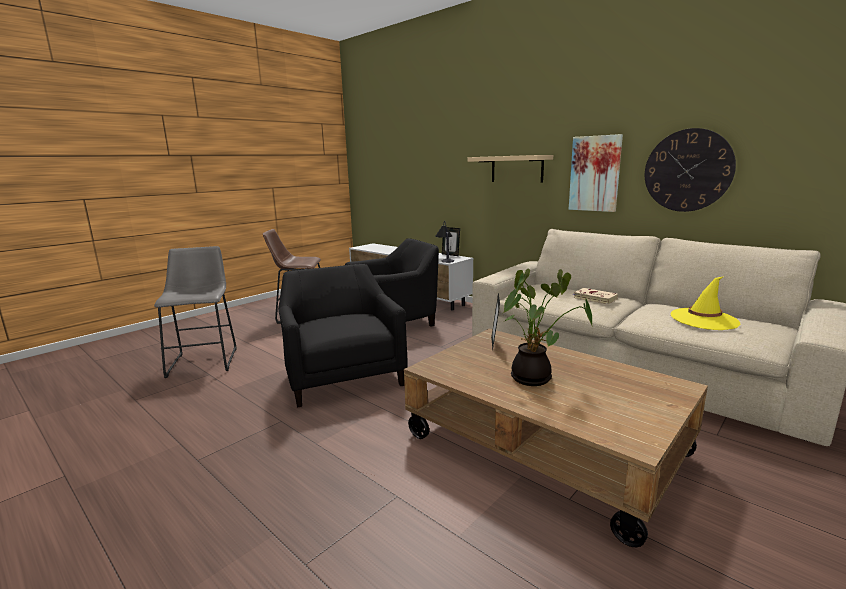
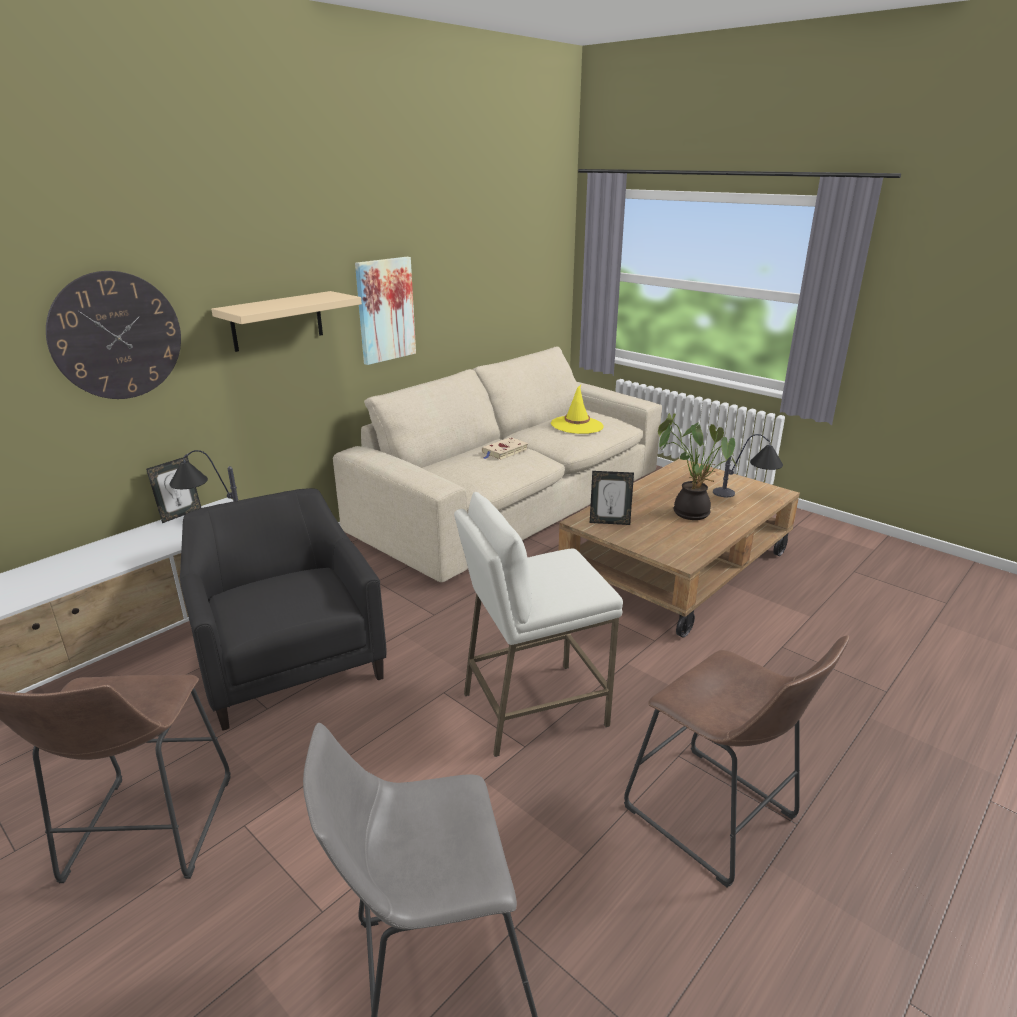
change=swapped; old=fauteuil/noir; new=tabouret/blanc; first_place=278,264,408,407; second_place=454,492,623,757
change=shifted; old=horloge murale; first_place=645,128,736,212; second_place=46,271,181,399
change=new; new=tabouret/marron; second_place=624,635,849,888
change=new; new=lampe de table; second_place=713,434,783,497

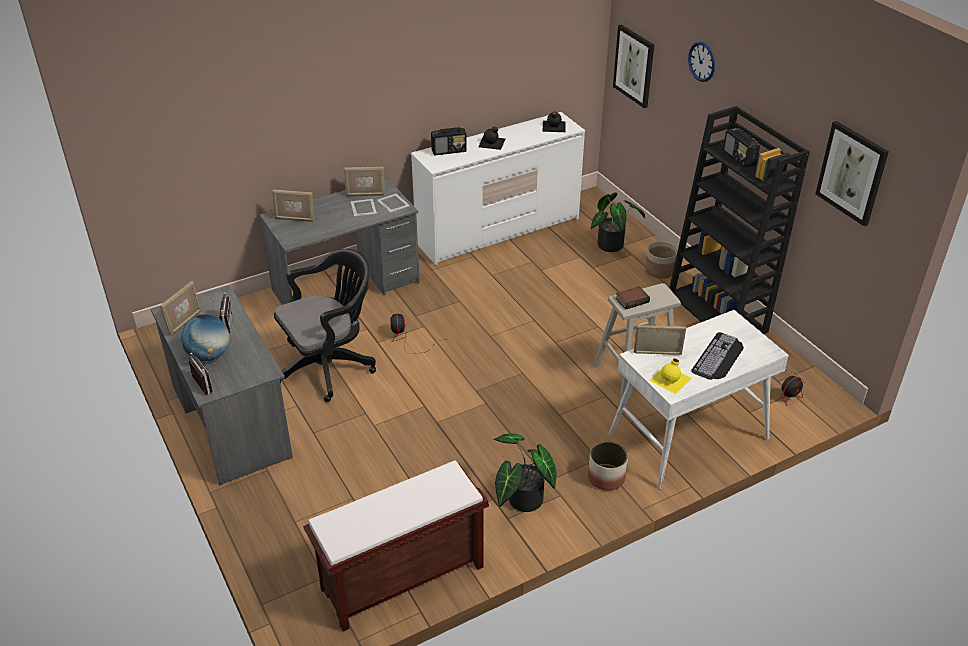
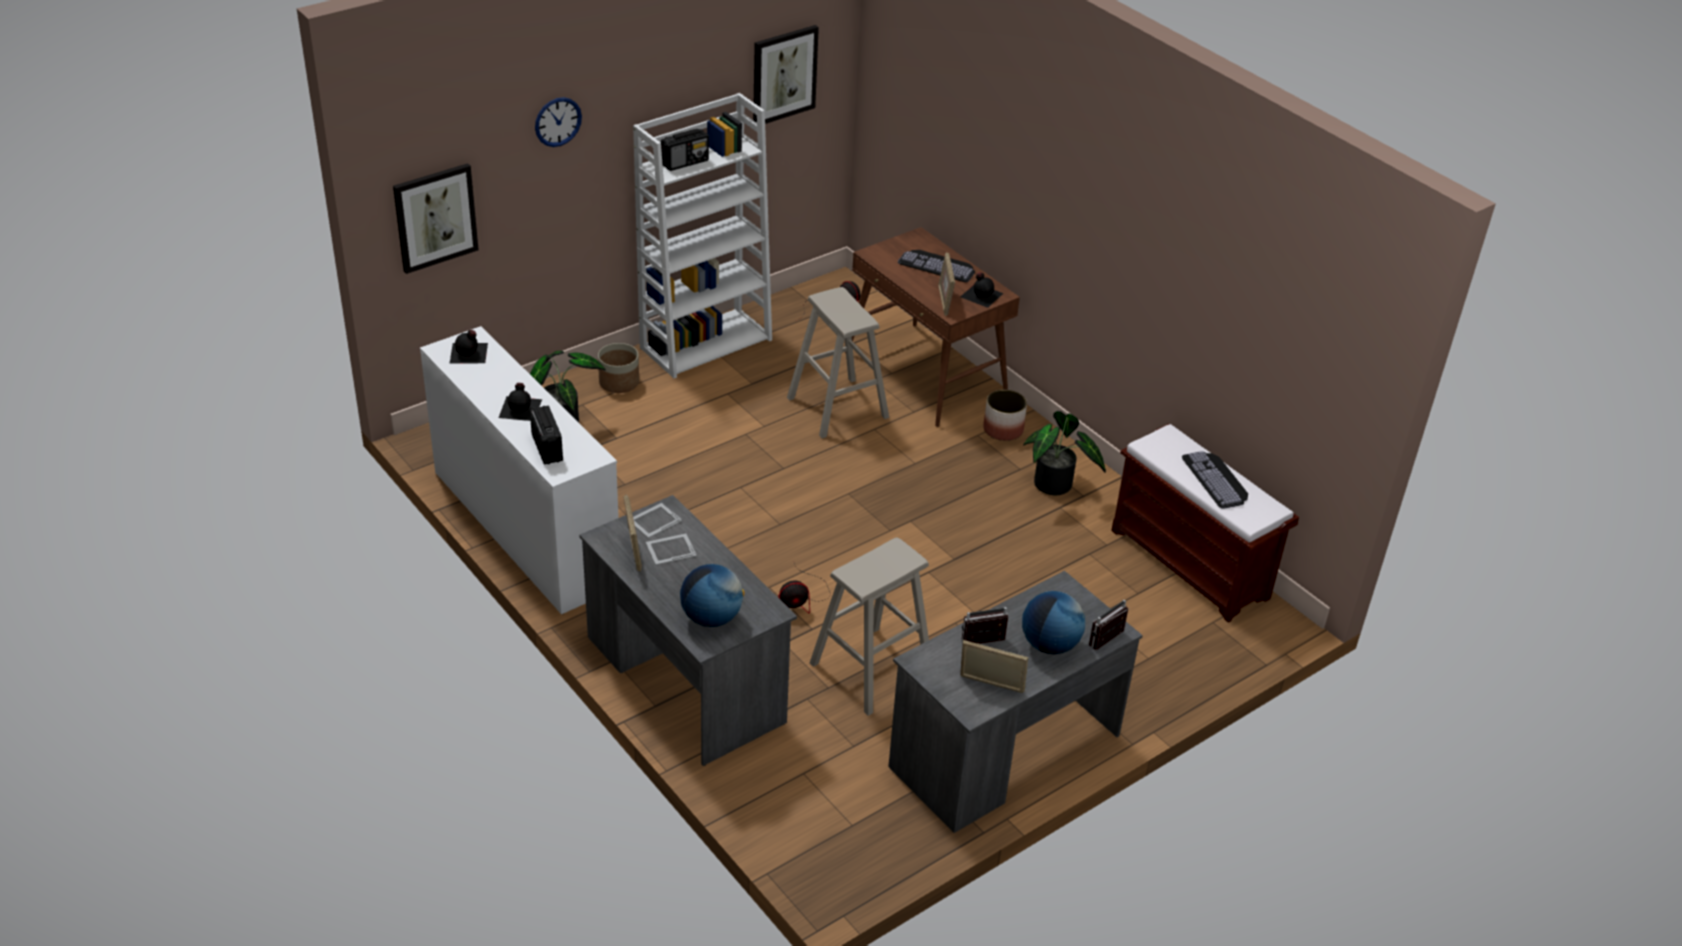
change=swapped; old=cadre photo; new=globe; first_place=272,189,315,222; second_place=680,564,745,627
change=swapped; old=chaise de bureau/noir; new=tabouret/beige; first_place=274,249,376,402; second_place=810,538,929,716
change=repainted; old=bureau/blanc; new=bureau/marron; first_place=609,310,789,489; second_place=845,227,1020,427
change=gone; old=livre; first_place=615,286,650,310
change=repainted; old=bouteille/jaune; new=bouteille/noir; first_place=649,358,692,394; second_place=961,272,1003,308
change=repainted; old=bibliothèque/noir; new=bibliothèque/blanc; first_place=669,106,810,334; second_place=633,93,772,378
change=new; new=clavier; second_place=1182,451,1248,509

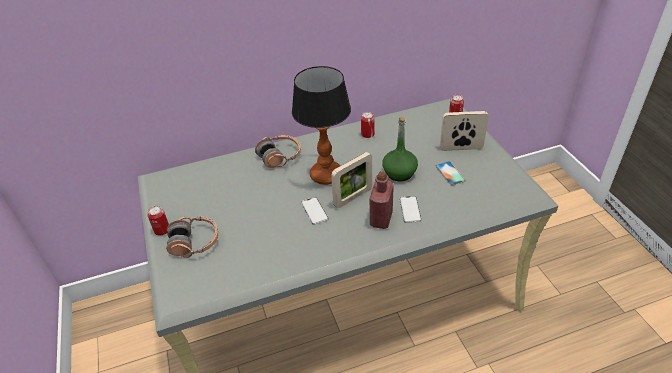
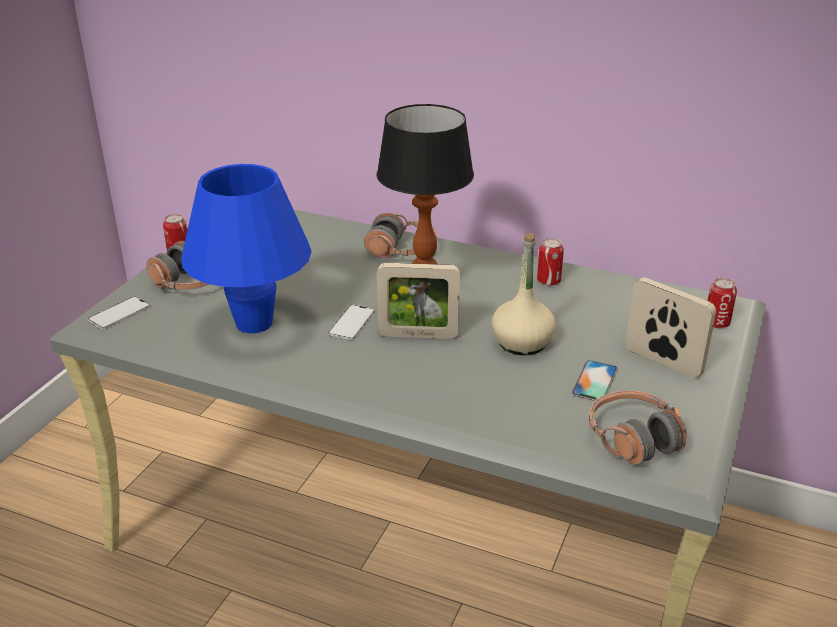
change=gone; old=bouteille/rouge; first_place=370,171,394,229
change=repainted; old=bouteille/vert; new=bouteille/beige; first_place=382,117,418,181; second_place=492,233,556,355
change=shifted; old=téléphone; first_place=399,196,422,223; second_place=88,296,150,329
change=new; new=lampe de table/bleu; second_place=181,164,312,333
change=new; new=casque audio; second_place=589,390,687,465

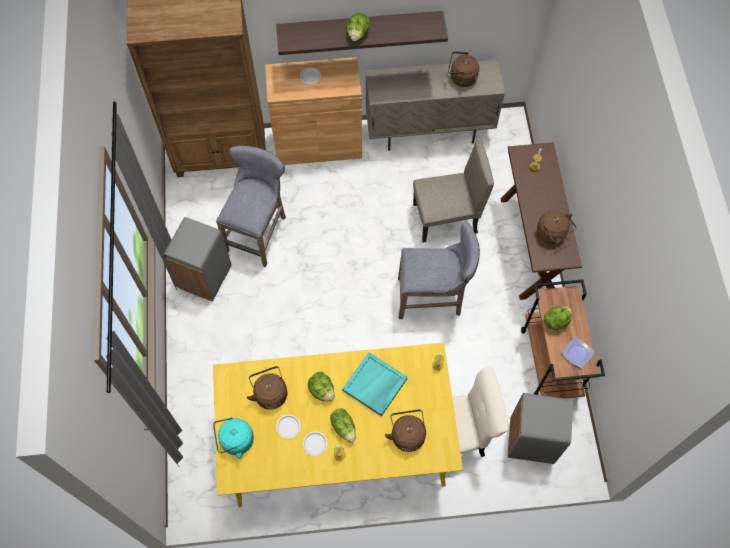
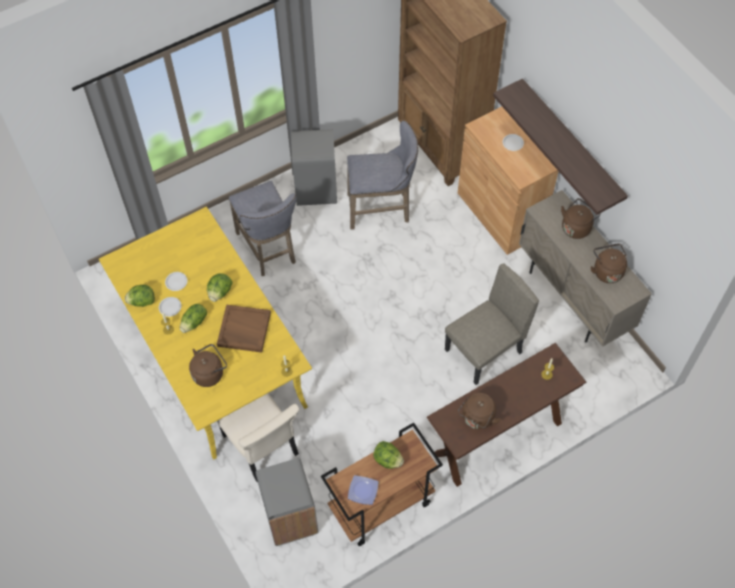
change=gone; old=bouilloire/turquoise; first_place=213,418,254,459
change=shifted; old=bouilloire/marron; first_place=247,366,287,410; second_place=561,198,601,239
change=repainted; old=plateau/turquoise; new=plateau/marron; first_place=342,352,408,416; second_place=217,305,271,353
change=shifted; old=laitue; first_place=346,13,370,41; second_place=125,285,155,307
change=shifted; old=tabouret/gris; first_place=398,222,480,319; second_place=229,181,297,276
change=rotated; old=chaise/beige; first_place=413,141,494,243; second_place=445,263,539,385; degrees=-90

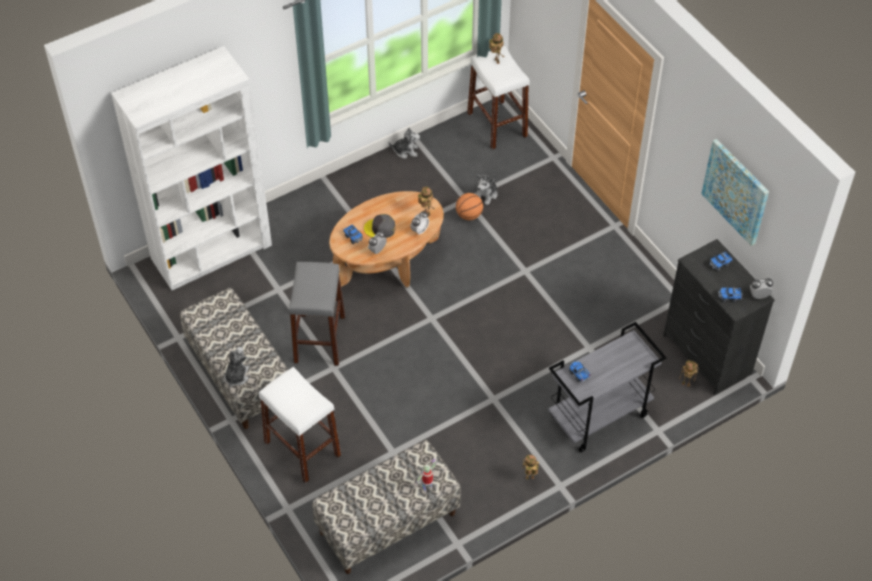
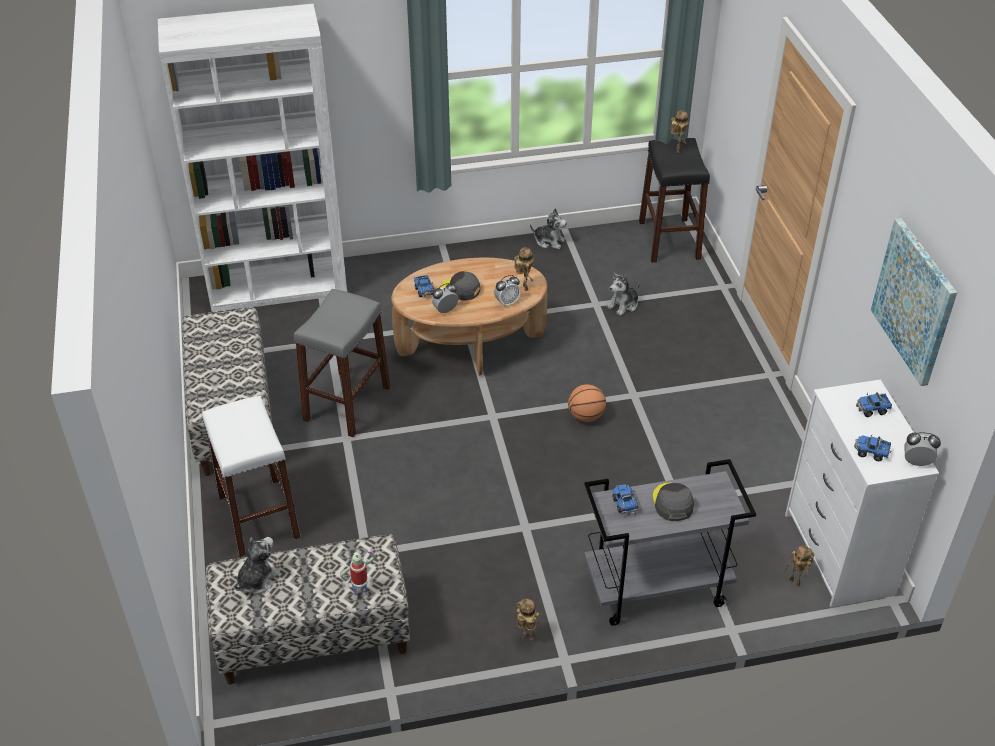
change=shifted; old=peluche; first_place=224,347,249,387; second_place=234,537,280,594
change=shifted; old=ballon de basket; first_place=456,193,483,220; second_place=568,384,606,422
change=repainted; old=tabouret/blanc; new=tabouret/noir; first_place=467,46,530,150; second_place=639,138,710,262
change=repainted; old=commode/noir; new=commode/blanc; first_place=663,239,775,395; second_place=785,380,939,607
change=new; new=casquette/gris; second_place=653,482,694,521

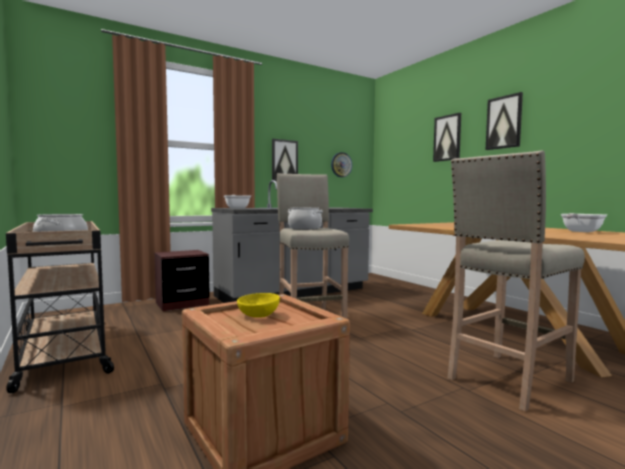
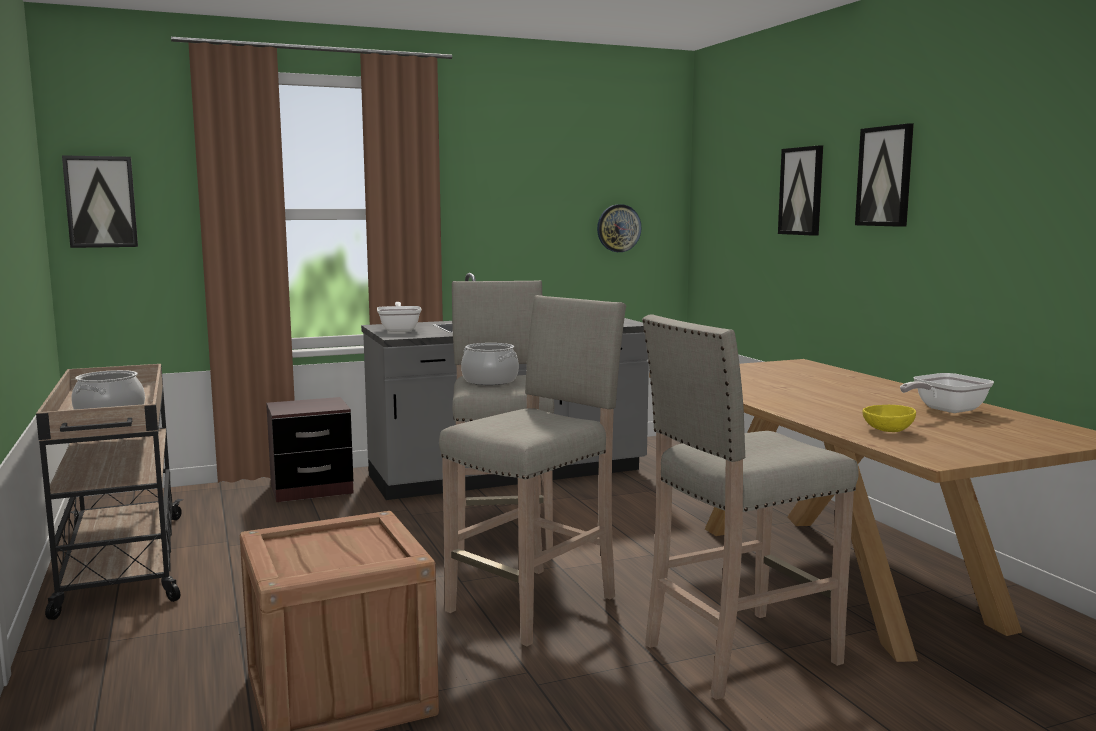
change=shifted; old=bol/jaune; first_place=237,293,280,318; second_place=862,405,916,432
change=shifted; old=tableau; first_place=272,139,298,181; second_place=62,155,138,248
change=new; new=tabouret/beige; second_place=439,295,626,646

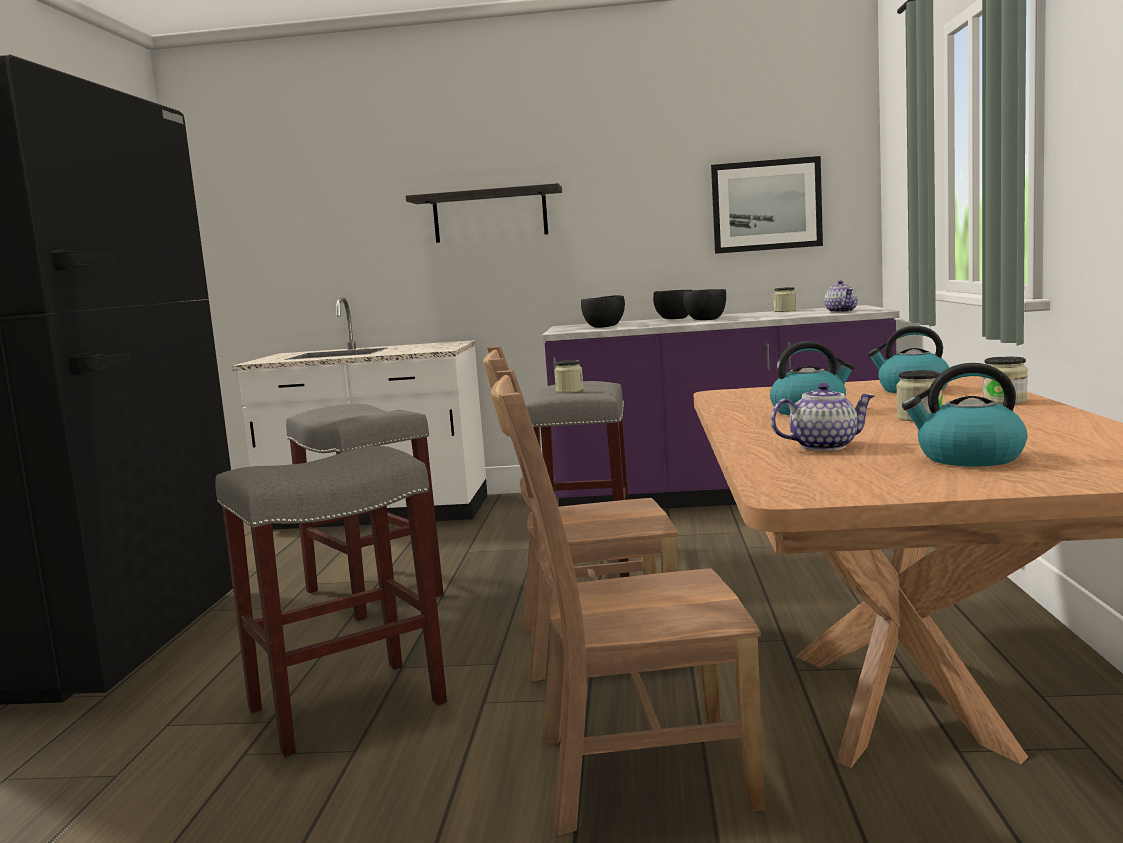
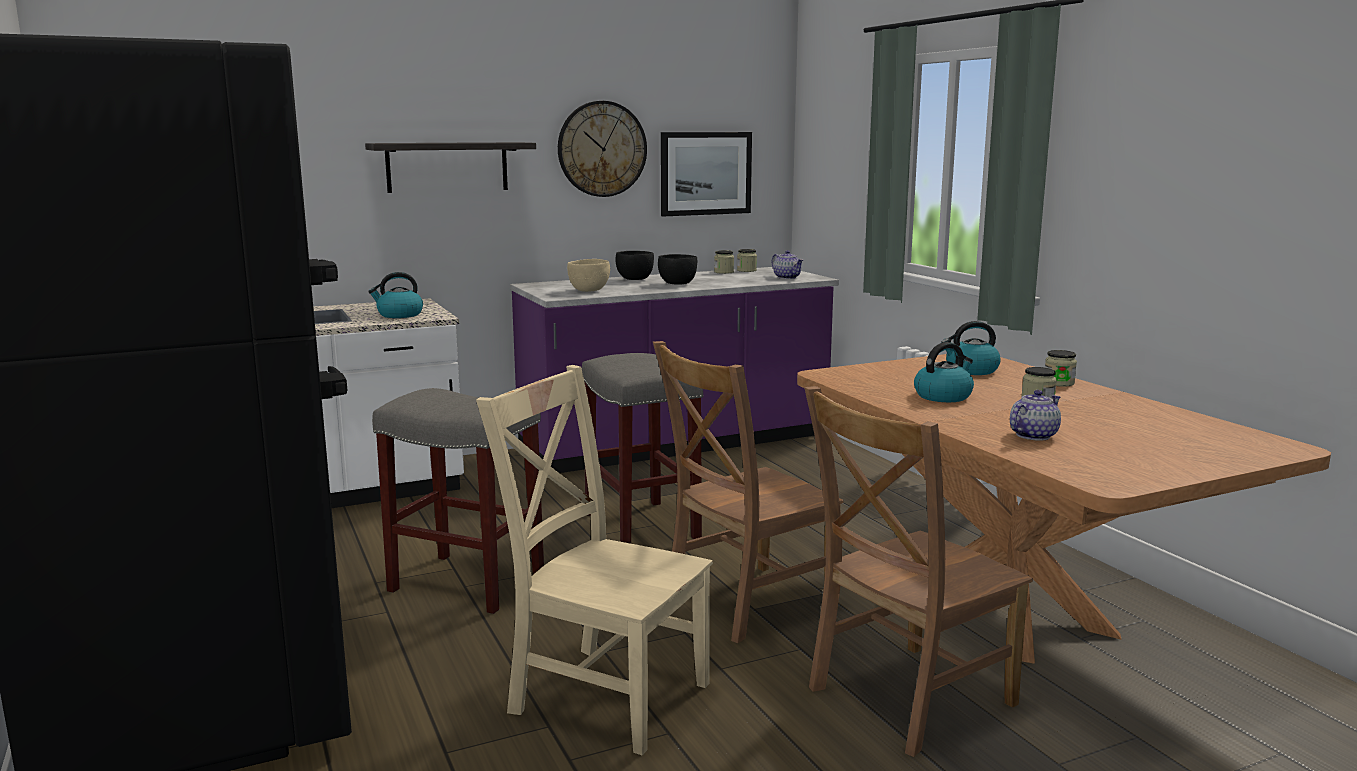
change=swapped; old=tabouret/gris; new=chaise/beige; first_place=215,446,447,757; second_place=476,365,713,755
change=shifted; old=bocal; first_place=554,360,584,393; second_place=737,249,757,272
change=repainted; old=bol/noir; new=bol/beige; first_place=581,295,625,328; second_place=567,259,610,292
change=shifted; old=bouilloire; first_place=902,363,1027,467; second_place=368,272,423,318
change=new; new=horloge murale; second_place=558,101,647,197

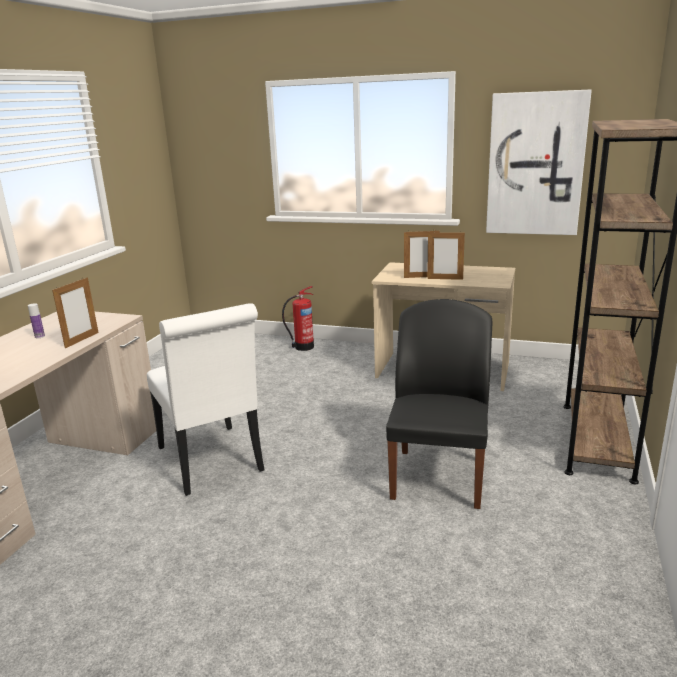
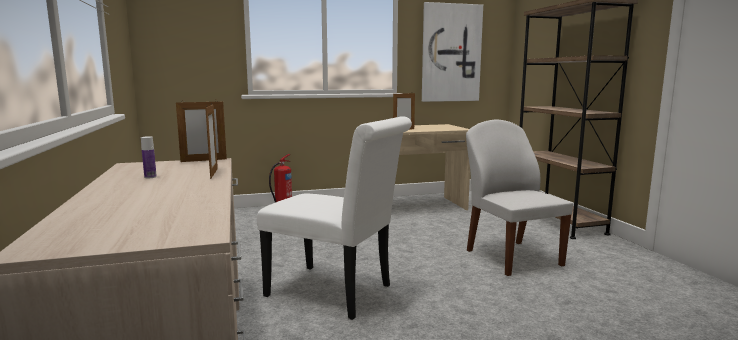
change=repainted; old=chaise/noir; new=chaise/blanc; first_place=386,299,492,509; second_place=466,120,573,276
change=shifted; old=cadre photo; first_place=427,231,465,280; second_place=176,100,227,162

